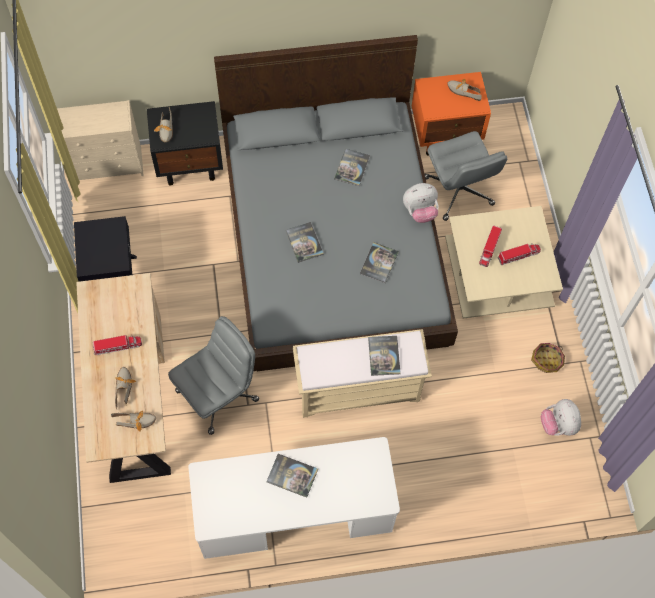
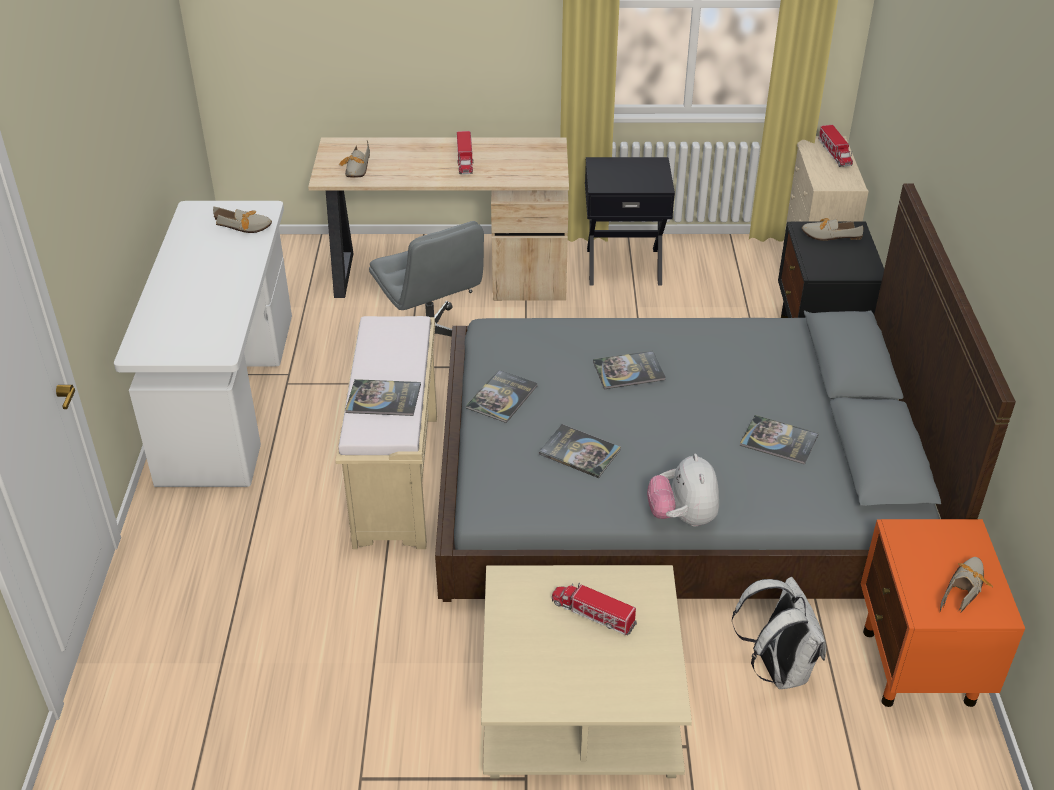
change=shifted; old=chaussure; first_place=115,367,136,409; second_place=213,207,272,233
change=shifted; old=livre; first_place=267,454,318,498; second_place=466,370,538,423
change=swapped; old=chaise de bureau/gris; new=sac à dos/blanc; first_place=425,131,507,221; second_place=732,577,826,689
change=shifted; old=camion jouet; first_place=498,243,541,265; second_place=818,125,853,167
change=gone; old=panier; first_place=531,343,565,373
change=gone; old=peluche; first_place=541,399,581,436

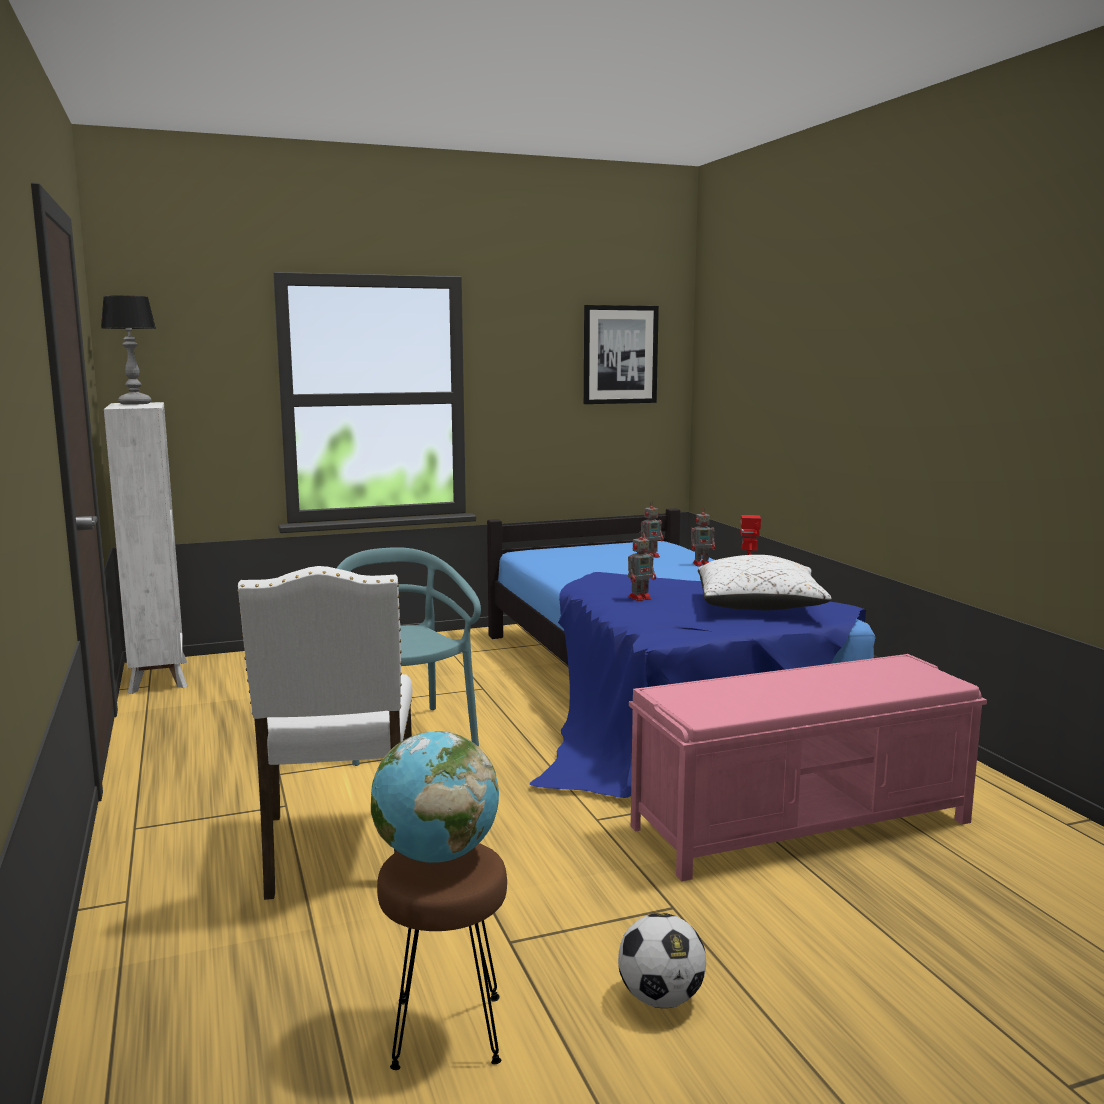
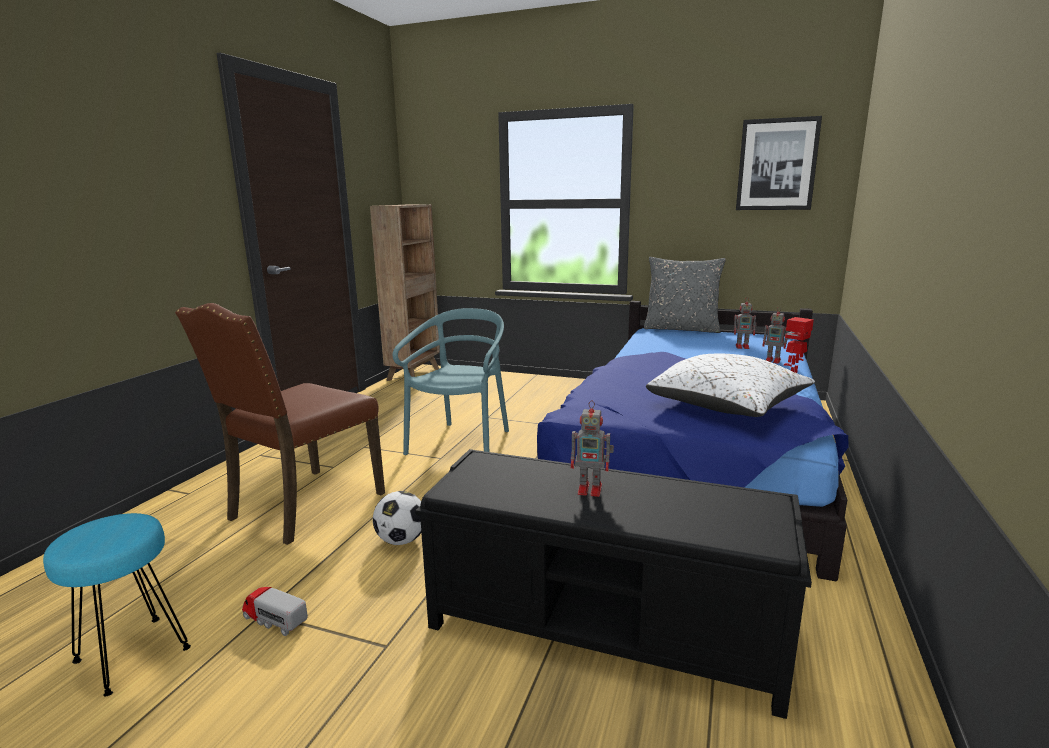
change=gone; old=lampe de table; first_place=101,296,156,405
change=repainted; old=bibliothèque/blanc; new=bibliothèque/marron; first_place=104,402,187,694; second_place=370,204,440,381
change=repainted; old=chaise/blanc; new=chaise/marron; first_place=237,566,412,900; second_place=175,303,385,545
change=gone; old=globe; first_place=371,731,499,863
change=repainted; old=tabouret/marron; new=tabouret/turquoise; first_place=377,843,507,1070; second_place=43,513,191,696
change=shifted; old=ballon de foot; first_place=618,913,706,1008; second_place=373,491,421,545
change=shifted; old=robot jouet; first_place=628,531,656,601; second_place=571,400,614,497
change=repainted; old=banc/rose; new=banc/noir; first_place=629,654,987,881; second_place=415,449,812,719
change=new; new=camion jouet; second_place=242,587,308,636
change=new; new=coussin/gris; second_place=644,257,726,333

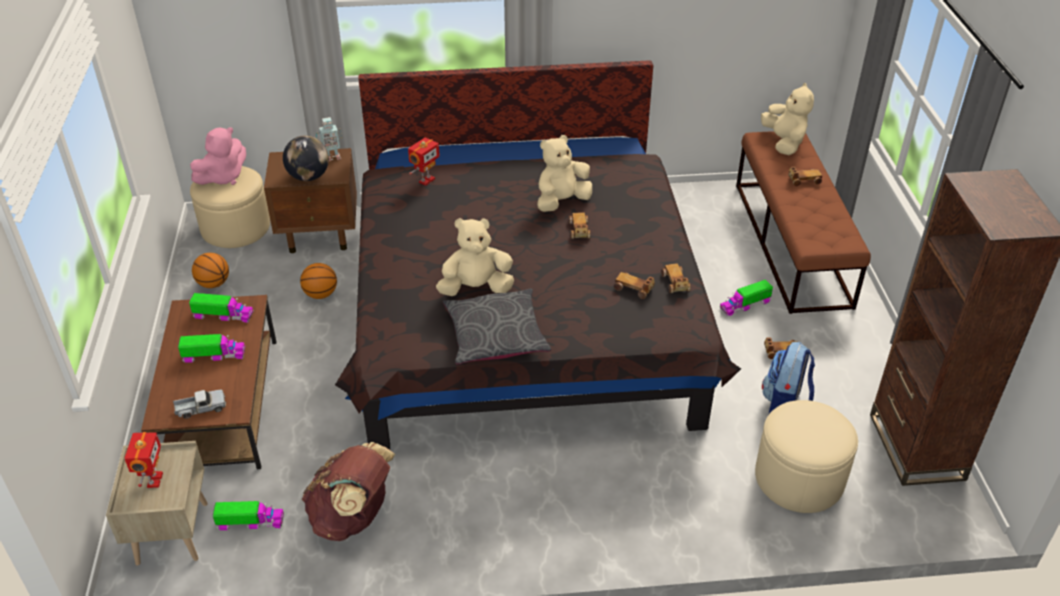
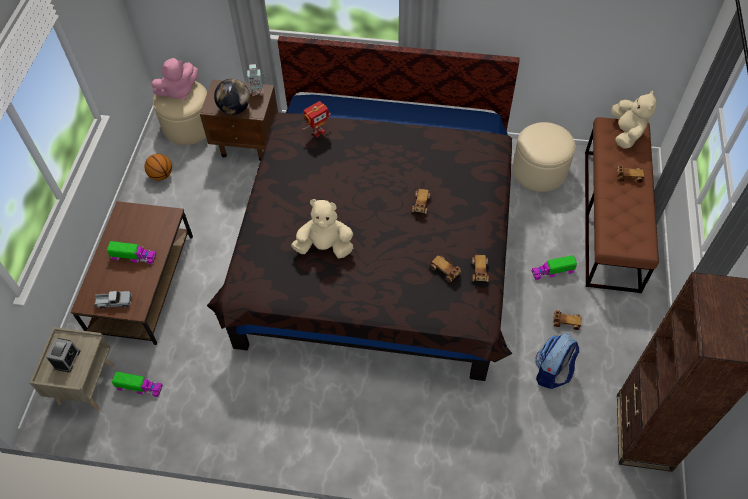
change=swapped; old=robot jouet; new=réveil; first_place=124,432,163,488; second_place=46,338,80,373
change=gone; old=camion jouet; first_place=189,293,254,323
change=gone; old=ballon de basket; first_place=300,263,337,299
change=gone; old=sac à dos/marron; first_place=302,442,395,541
change=gone; old=coussin/gris; first_place=443,288,551,365
change=gone; old=peluche/beige; first_place=537,135,592,212
change=shifted; old=pouf/beige; first_place=755,400,858,513; second_place=513,122,576,192

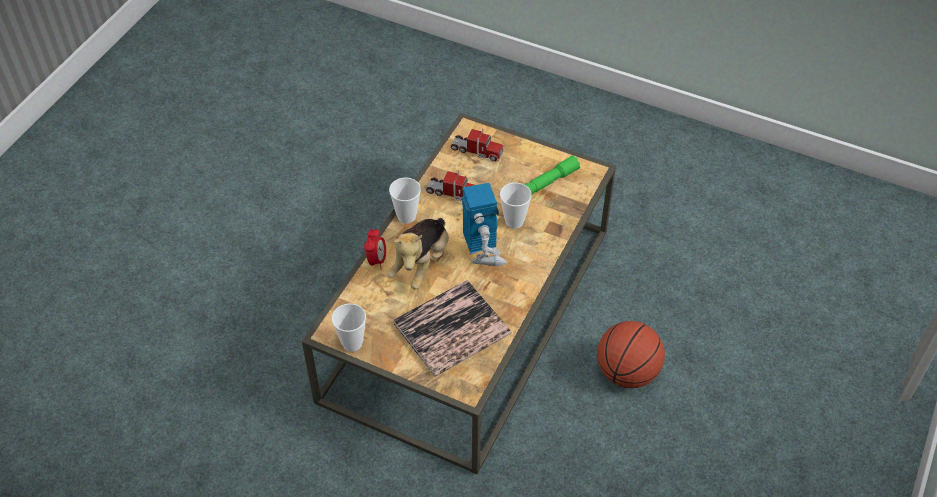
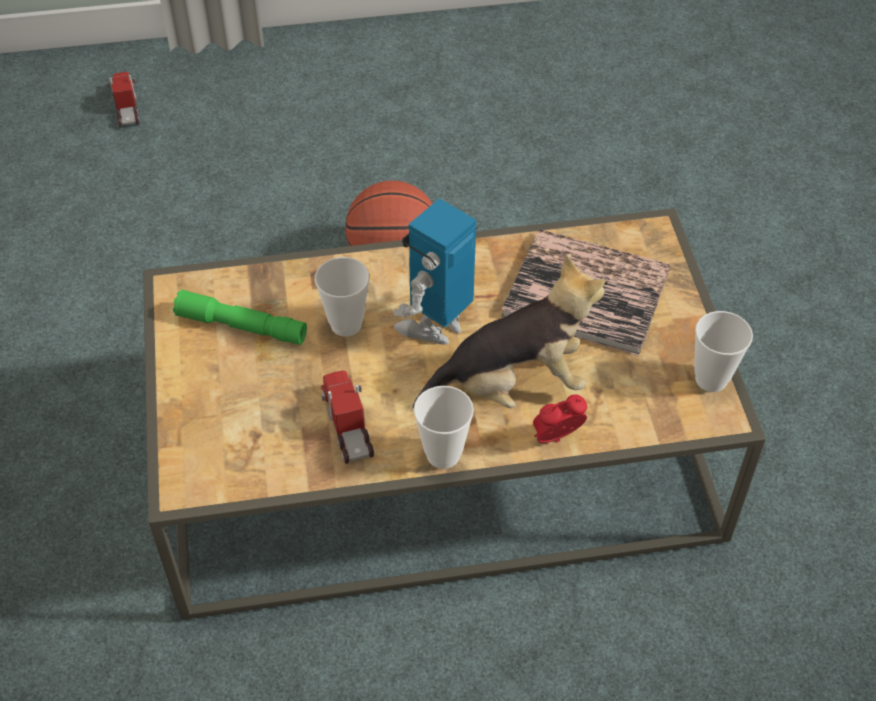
change=shifted; old=camion jouet; first_place=451,128,503,161; second_place=108,72,140,127

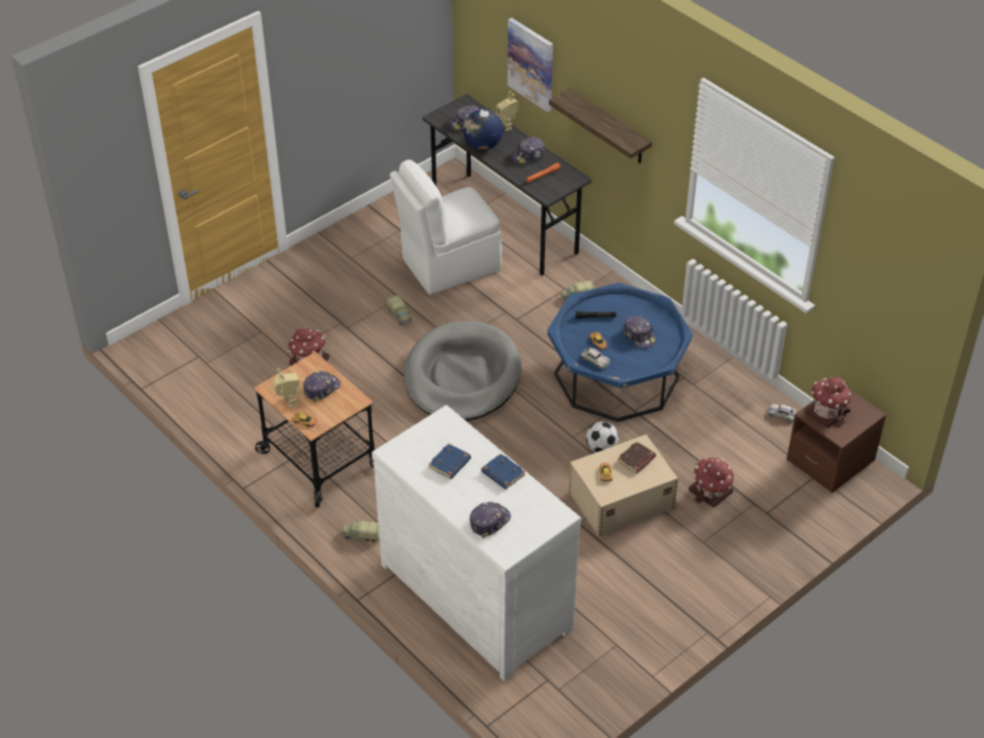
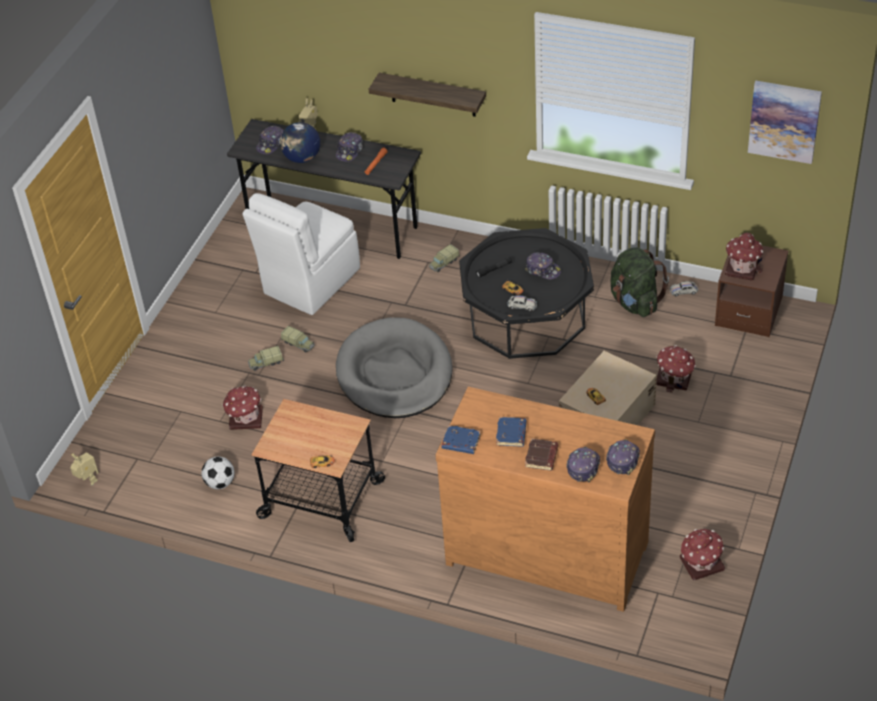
change=shifted; old=robot jouet; first_place=272,368,301,408; second_place=70,452,98,485
change=shifted; old=casquette; first_place=303,371,341,402; second_place=606,440,640,476
change=shifted; old=camion jouet; first_place=342,521,380,542; second_place=248,346,284,371
change=repainted; old=commode/blanc; new=commode/marron; first_place=372,405,581,682; second_place=435,387,655,612
change=shifted; old=livre/bleu; first_place=481,453,525,489; second_place=441,425,481,454
change=shifted; old=tableau; first_place=508,18,553,112; second_place=748,81,822,164
change=repainted; old=table basse/bleu; new=table basse/noir; first_place=547,283,693,422; second_place=459,228,594,359
change=shifted; old=ballon de foot; first_place=586,421,619,452; second_place=201,456,235,489
change=shifted; old=livre/marron; first_place=617,441,656,474; second_place=525,438,559,471
change=new; new=sac à dos/vert; second_place=611,247,669,317
change=new; new=maison miniature; second_place=680,529,725,581

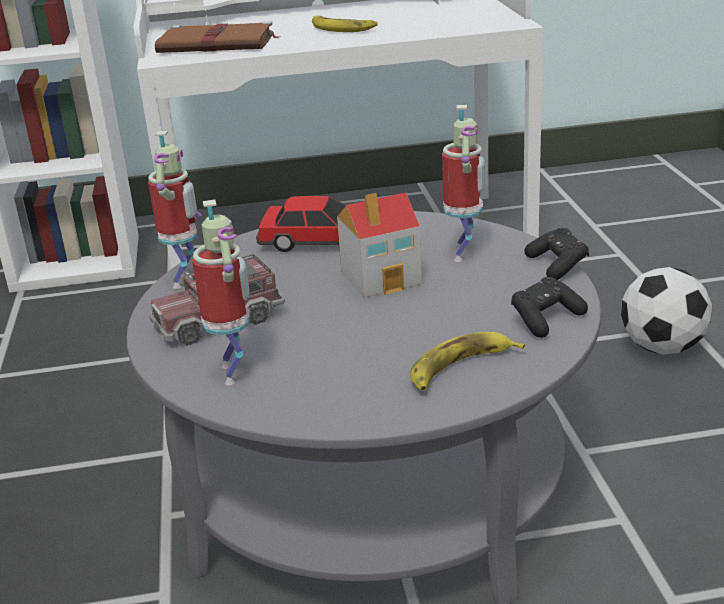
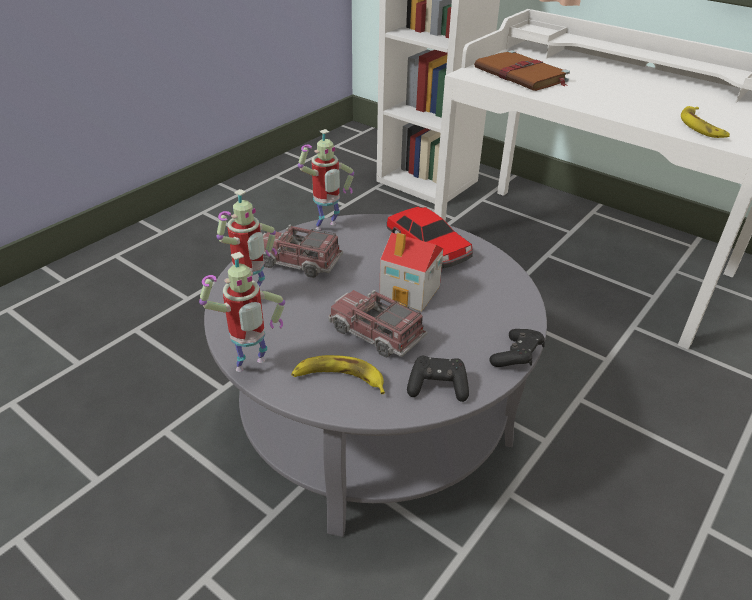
change=shifted; old=banane; first_place=312,15,378,32; second_place=681,106,730,138
change=shifted; old=robot jouet; first_place=442,105,485,262; second_place=199,252,285,372
change=gone; old=ballon de foot; first_place=621,267,712,355
change=new; new=camion jouet; second_place=328,290,427,358

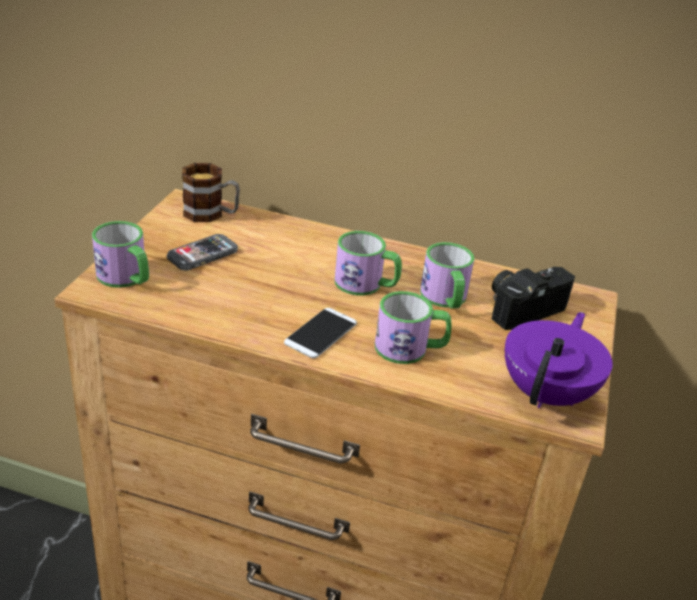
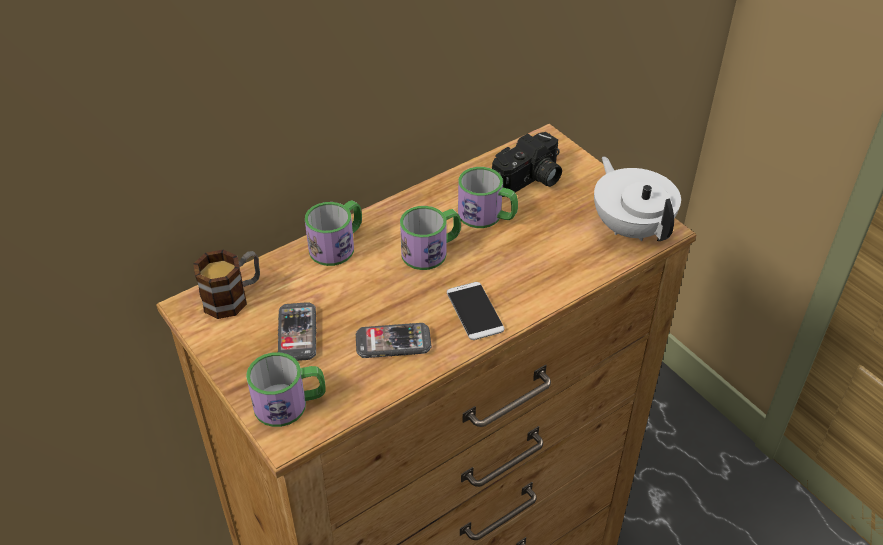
change=shifted; old=mug; first_place=375,291,451,364; second_place=305,200,362,266
change=rotated; old=appareil photo; first_place=492,267,575,330; second_place=492,132,562,197; degrees=-135
change=repainted; old=théière/violet; new=théière/blanc; first_place=505,312,613,408; second_place=594,156,681,241
change=new; new=téléphone; second_place=356,323,432,358

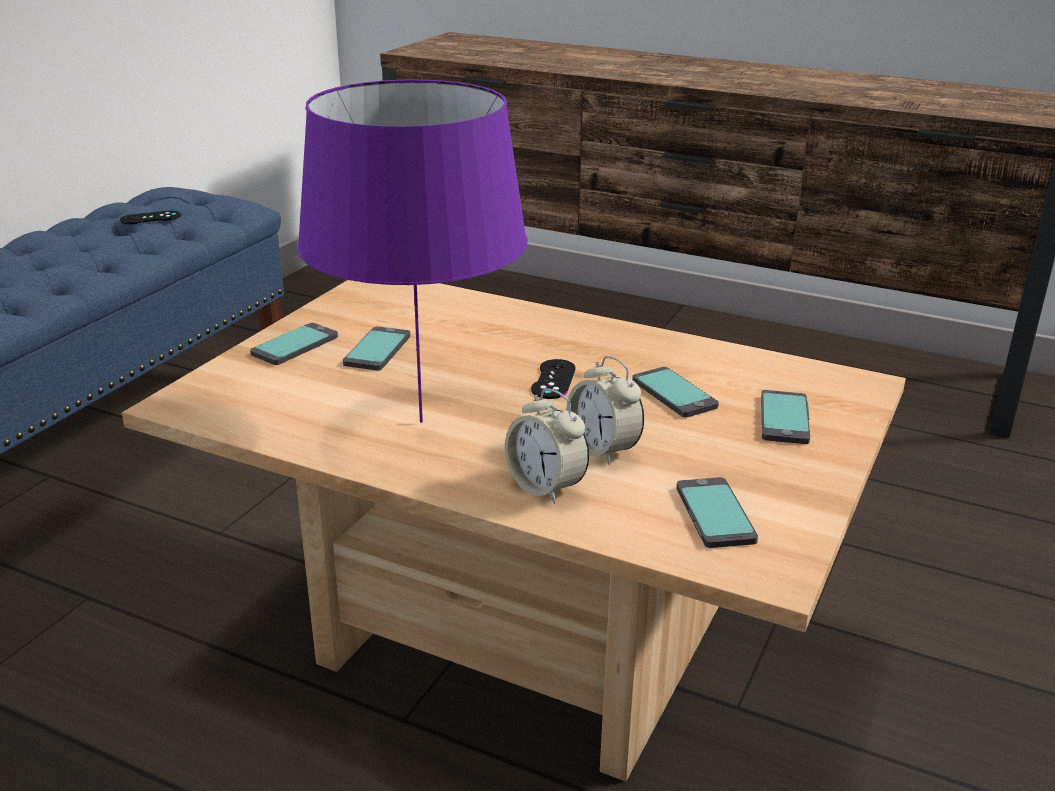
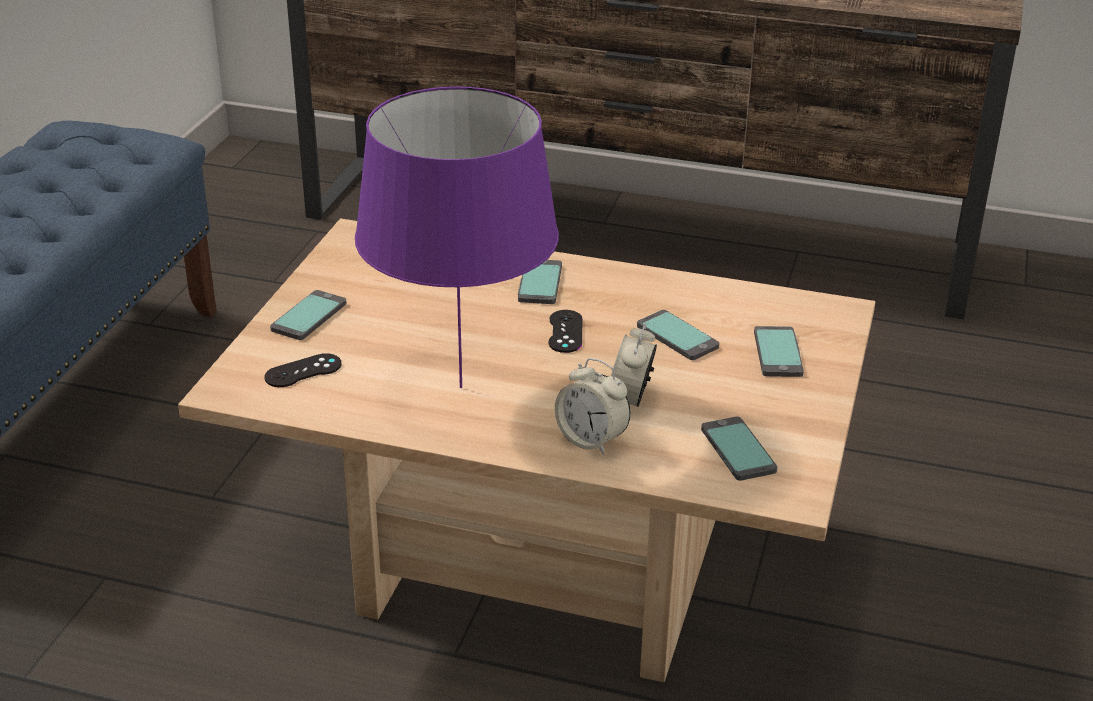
change=shifted; old=manette/noir; first_place=120,211,181,224; second_place=264,353,342,387
change=shifted; old=téléphone; first_place=343,326,411,371; second_place=518,260,562,304
change=rotated; old=réveil; first_place=566,356,644,465; second_place=611,323,657,407; degrees=60

